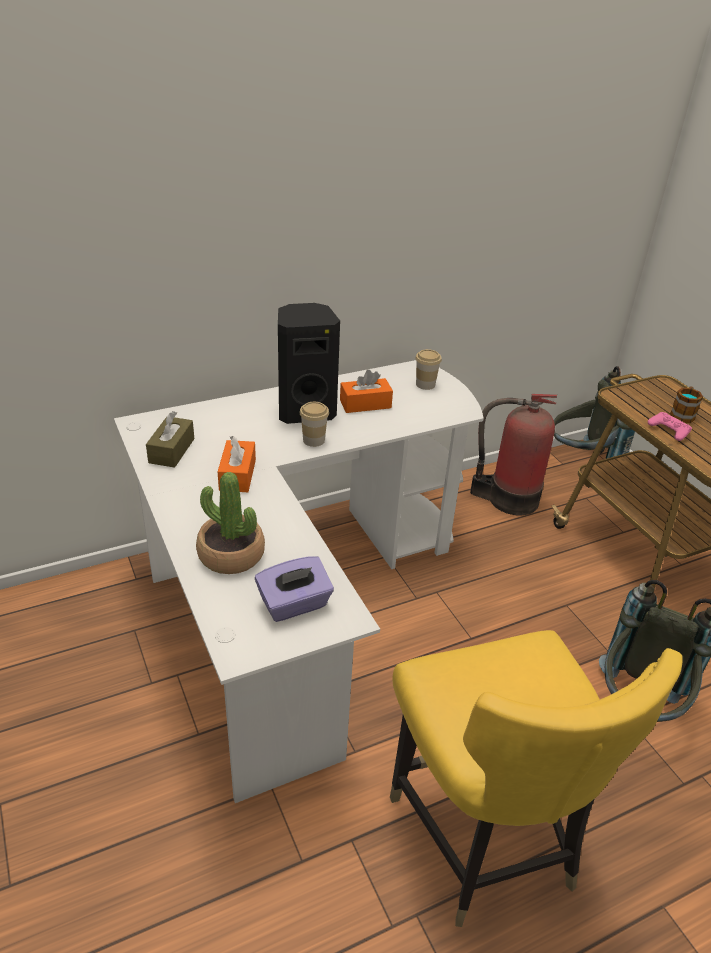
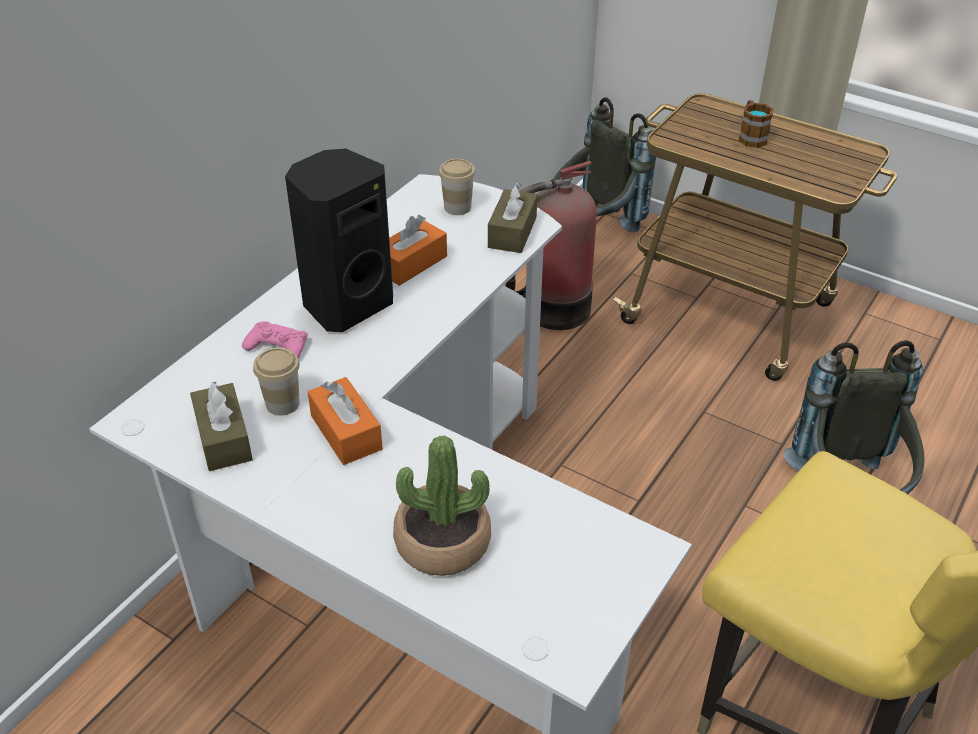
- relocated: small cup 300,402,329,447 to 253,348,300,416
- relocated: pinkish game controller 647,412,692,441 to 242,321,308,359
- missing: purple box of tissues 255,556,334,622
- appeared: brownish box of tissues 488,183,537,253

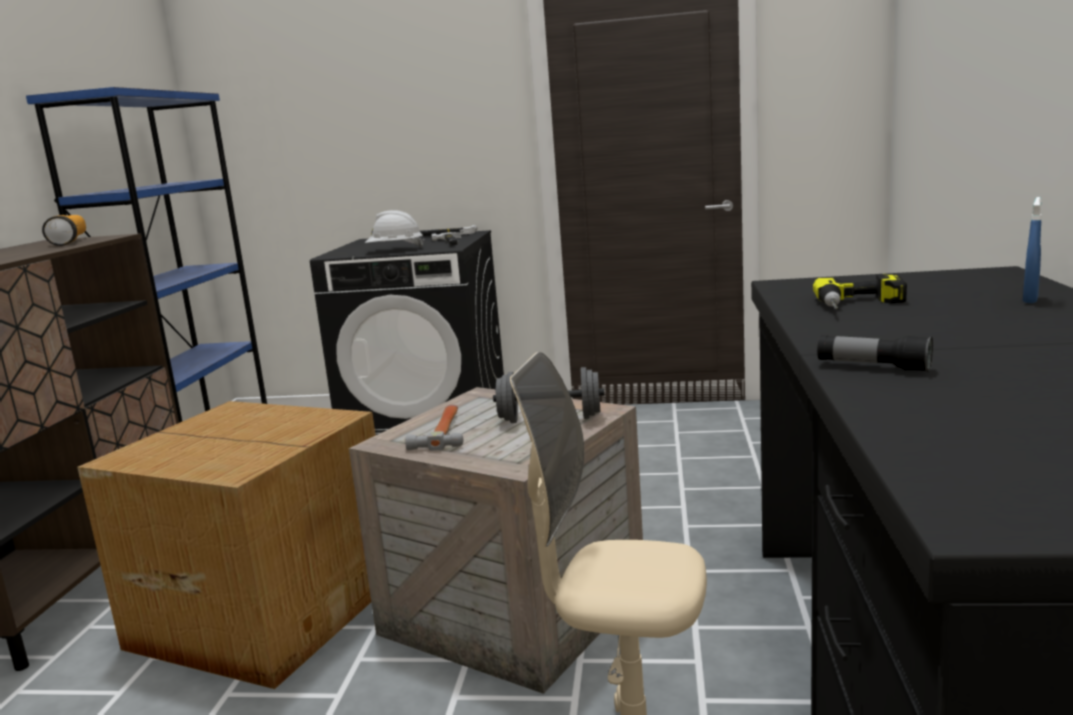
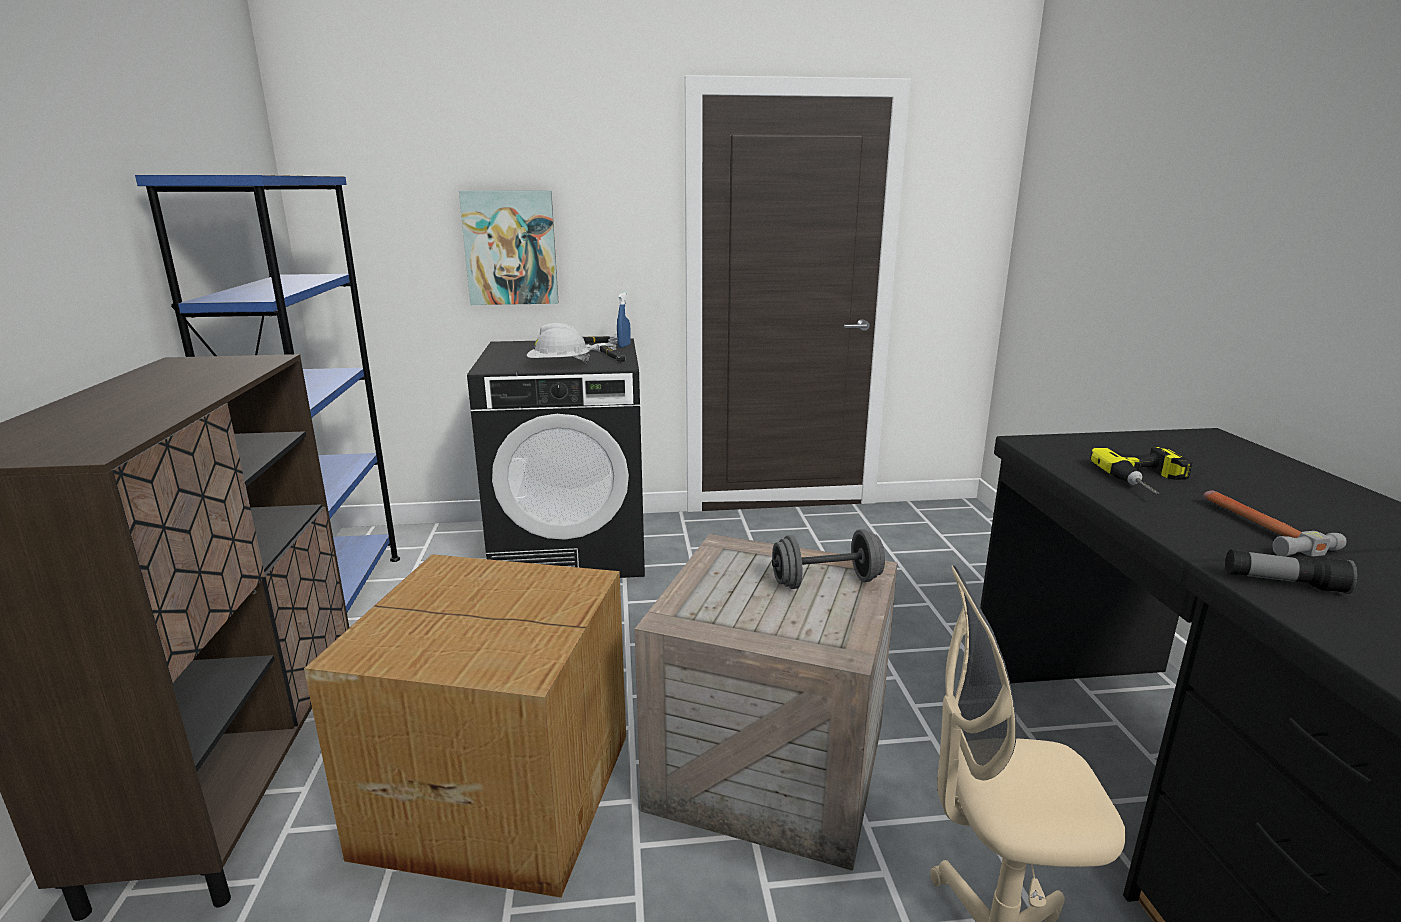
- relocated: blue-coloured spray bottle 1023,197,1042,303 to 617,292,631,348
- missing: flashlight 42,215,86,246
- relocated: hammer 405,405,464,451 to 1203,491,1347,556
- appeared: picture 459,191,558,305

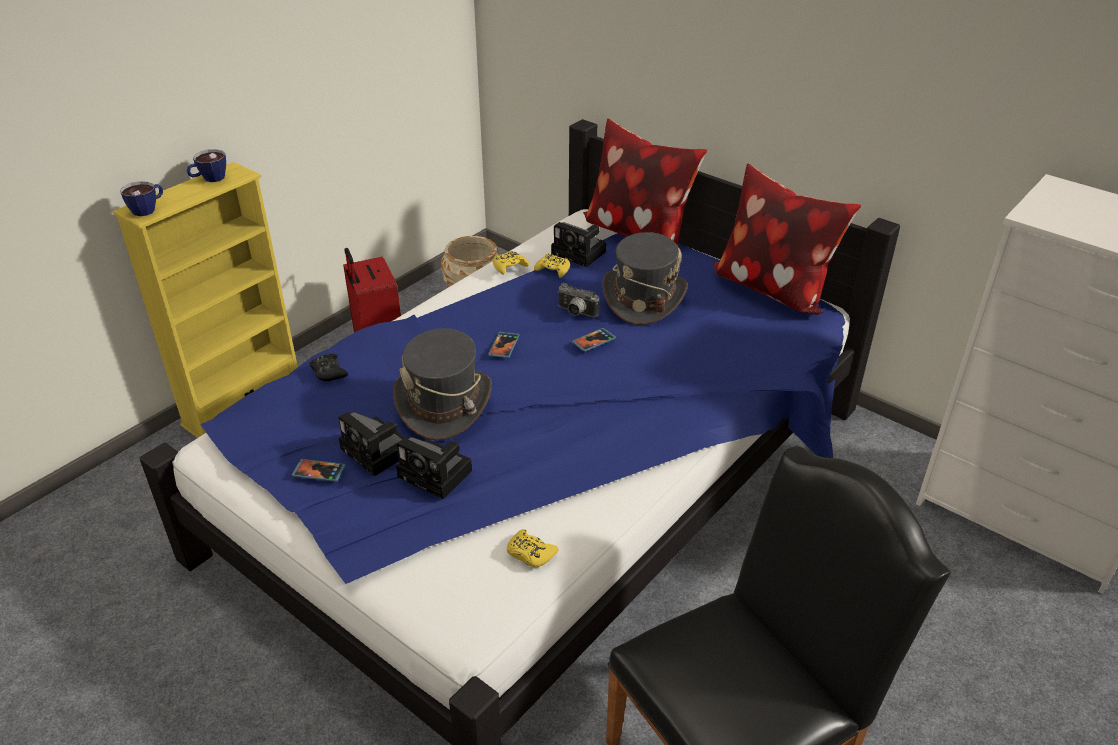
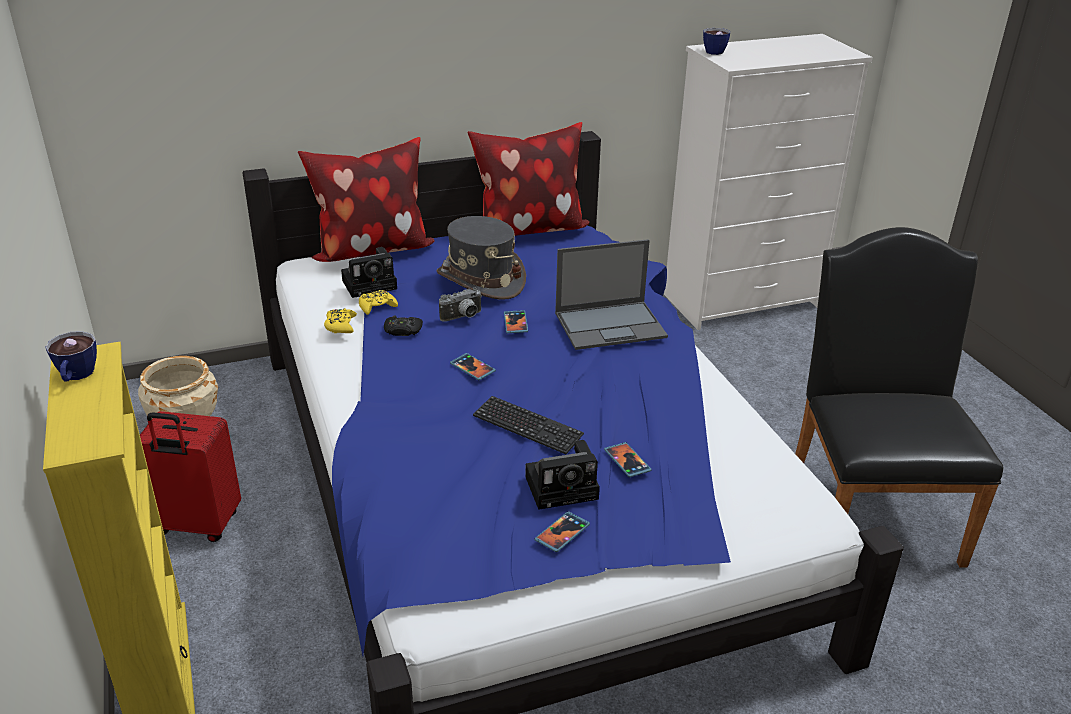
- relocated: small cup 120,181,163,216 to 703,28,730,55
- exchanged: grey hat 393,328,492,440 to PC keyboard 473,396,584,454
- relocated: black-coloured game controller 310,354,348,382 to 384,315,423,336
- exchanged: still camera 396,437,472,499 to phone 604,442,651,477
- missing: yellow-coloured game controller 507,529,559,567
- appeared: laptop 555,239,668,350

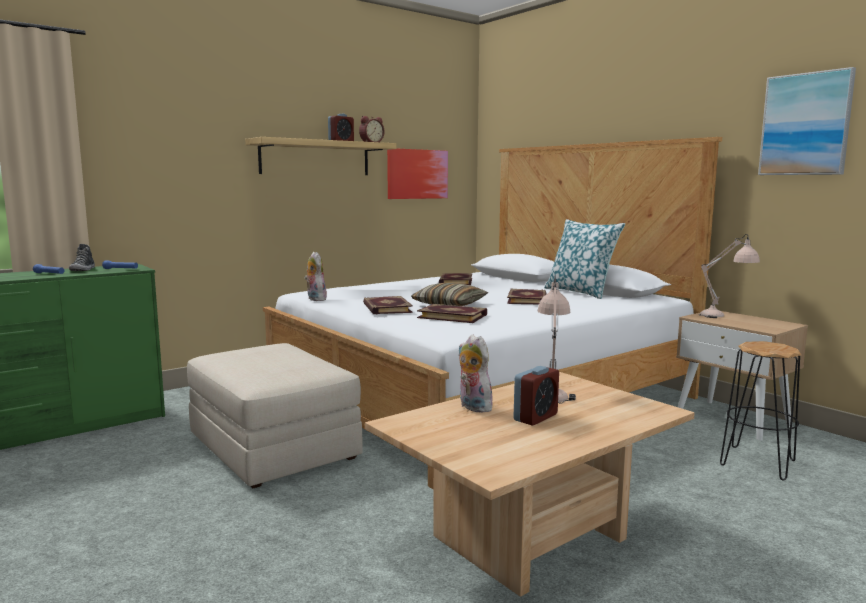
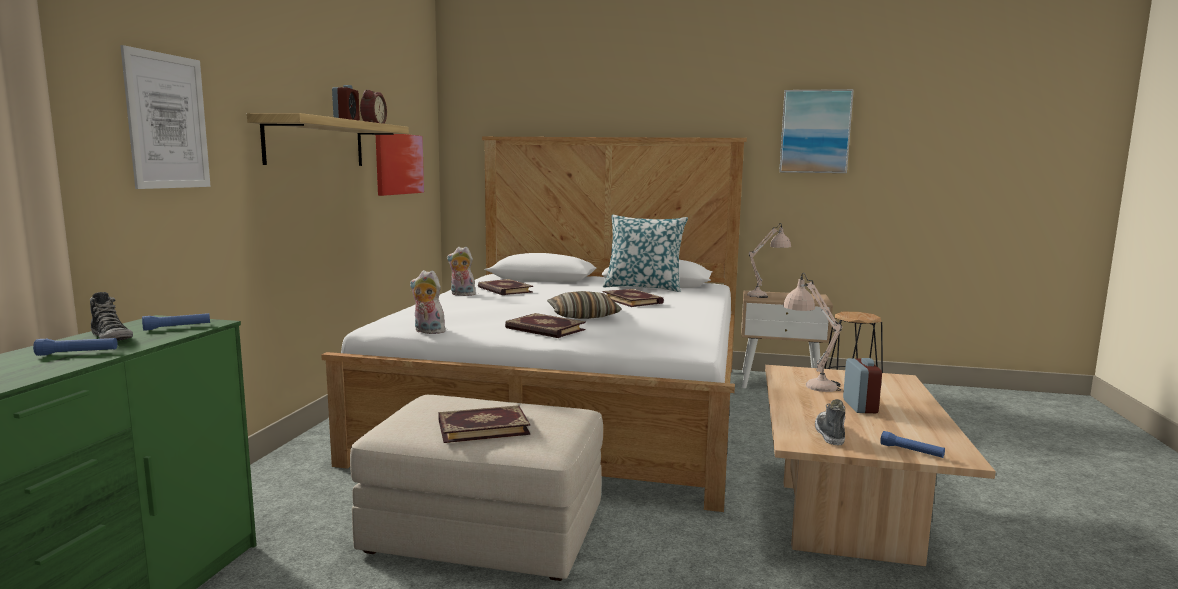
- relocated: volume 417,304,487,323 to 438,405,530,443
- relocated: soft toy 459,334,493,413 to 447,247,476,296
- appeared: picture 120,45,211,189
- appeared: low shoe 815,399,845,445
- appeared: blue-coloured flashlight 880,431,945,458

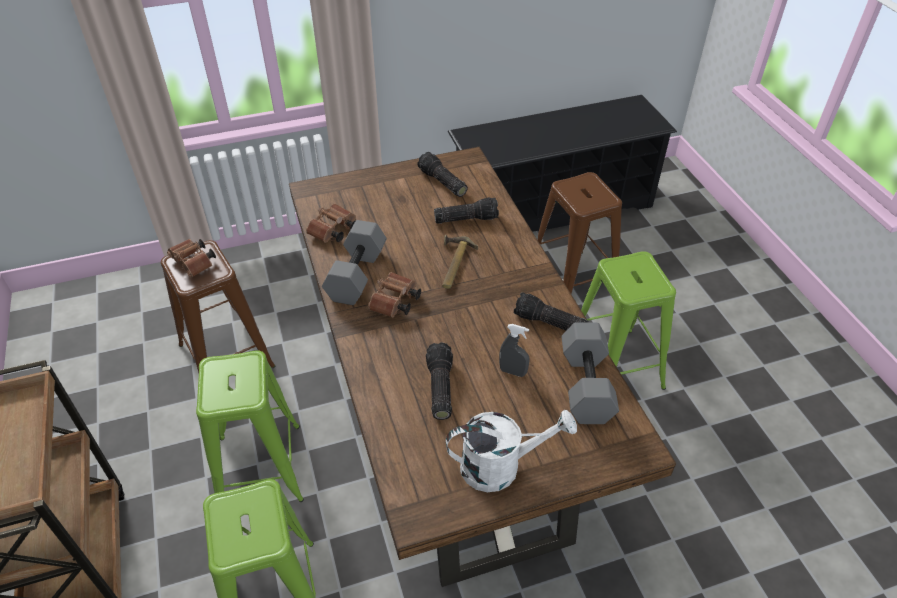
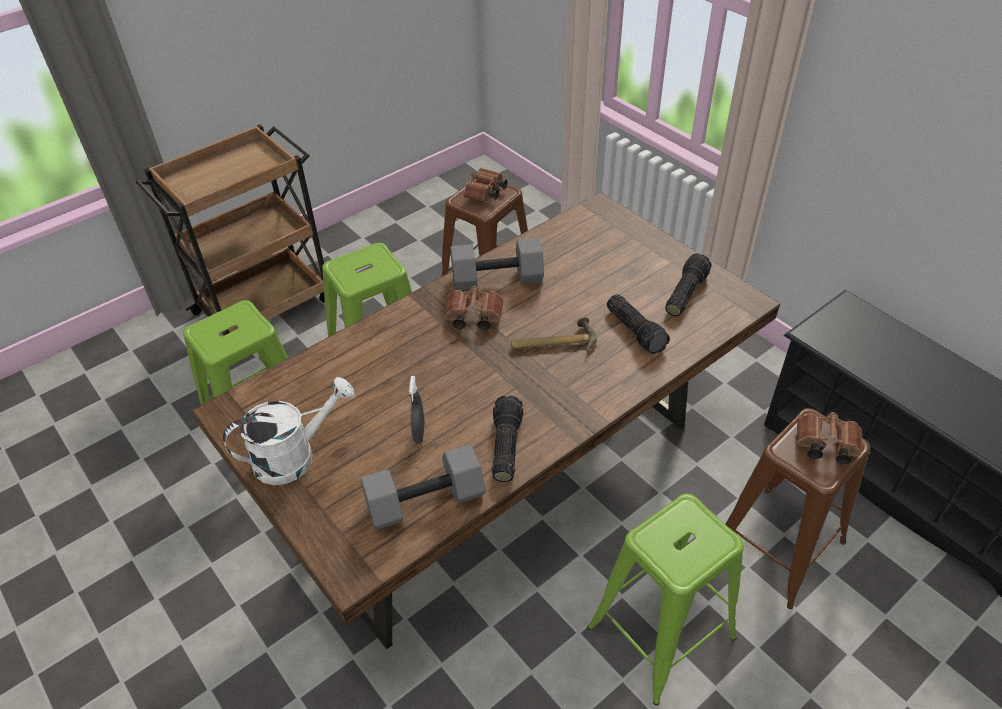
- relocated: brownish field glasses 306,204,356,243 to 797,412,862,465
- missing: flashlight 426,342,453,420
- spun: whitish sprinkling can 446,410,577,492 = 223,377,355,485 90 degrees counterclockwise

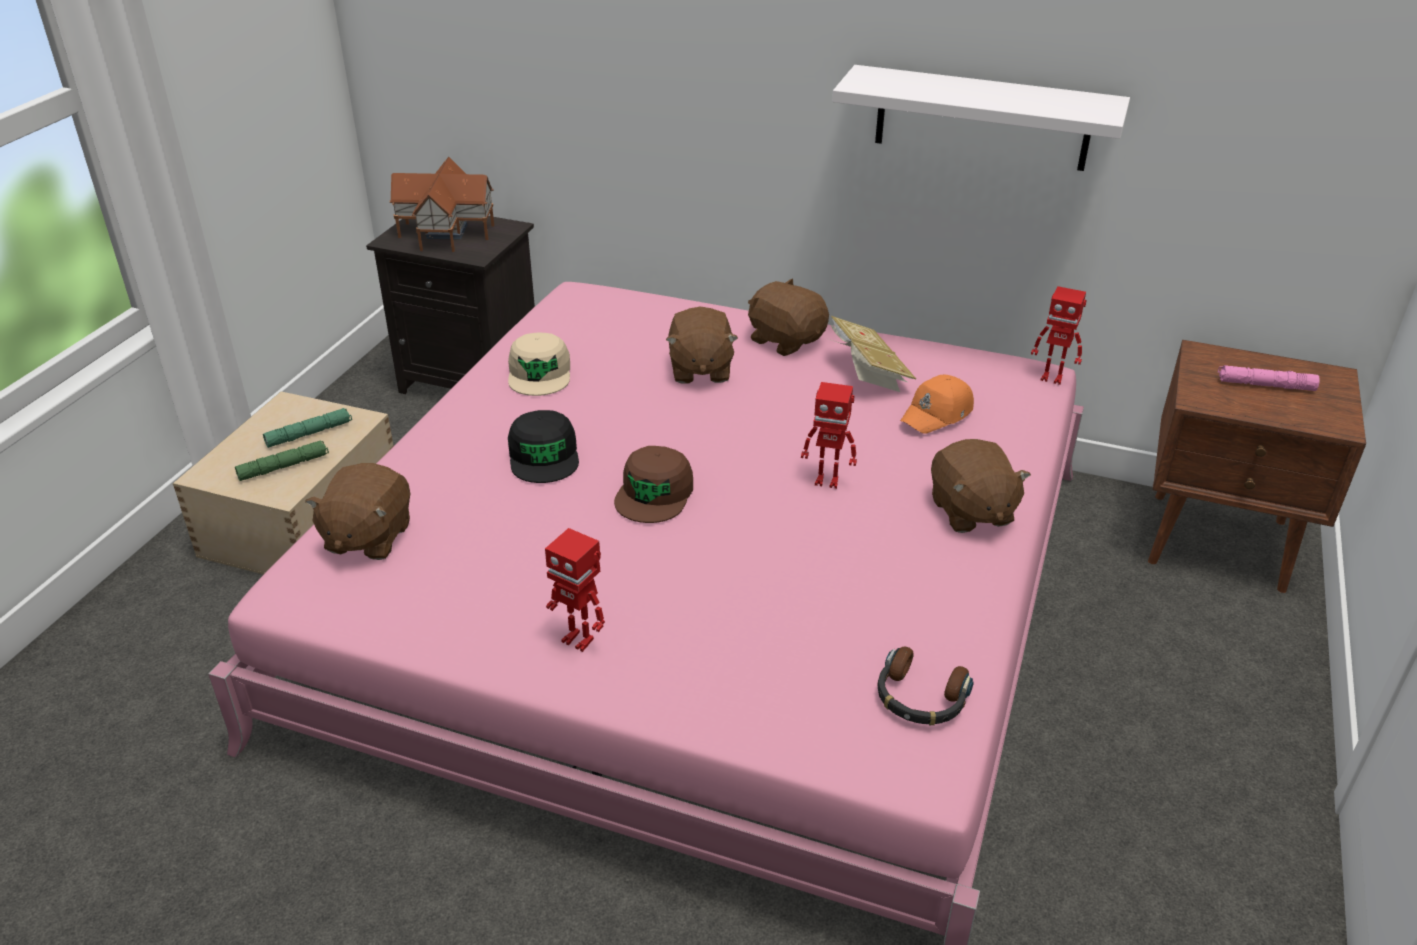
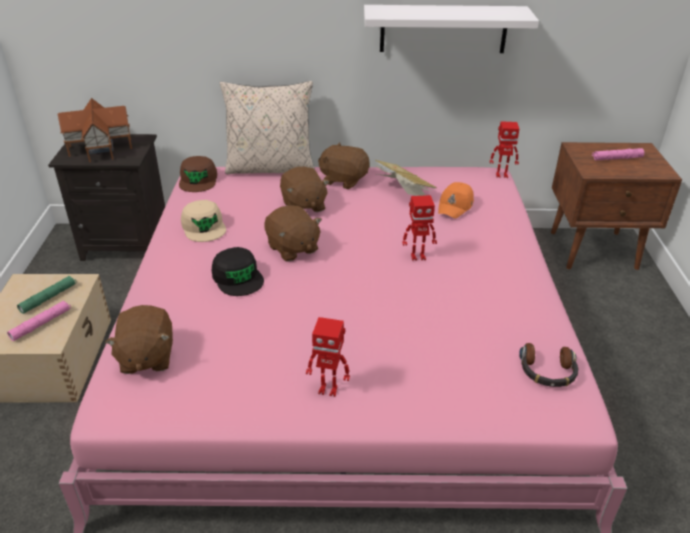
- relocated: brownish soft toy 931,439,1031,533 to 264,205,322,262
- colour: green flashlight 235,441,329,481 to pinkish flashlight 7,301,71,341
- relocated: brownish baseball cap 614,446,693,523 to 179,156,217,192
- appeared: beige-coloured throw pillow 220,81,315,174

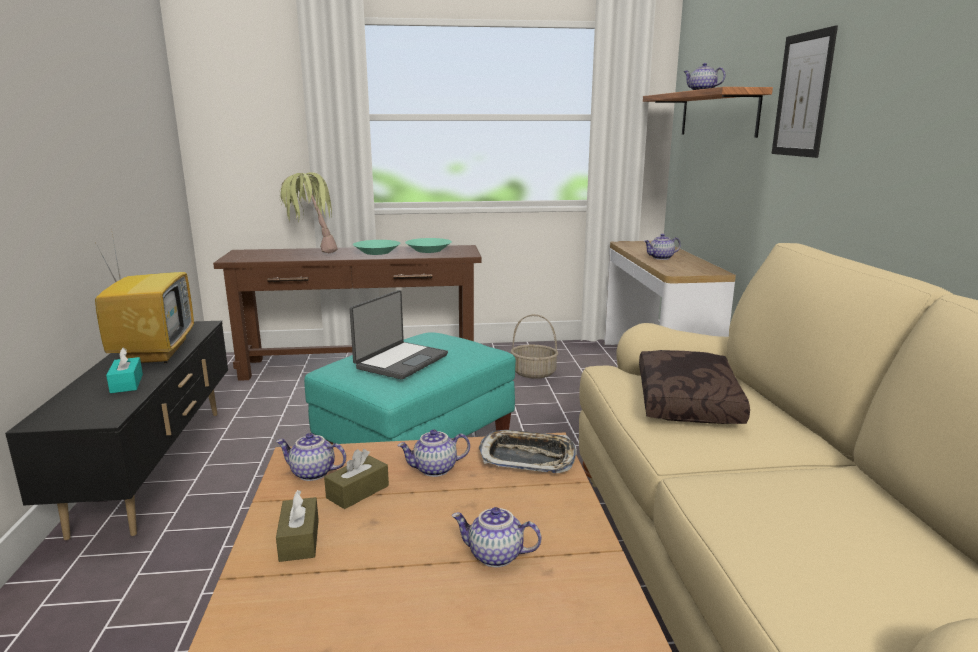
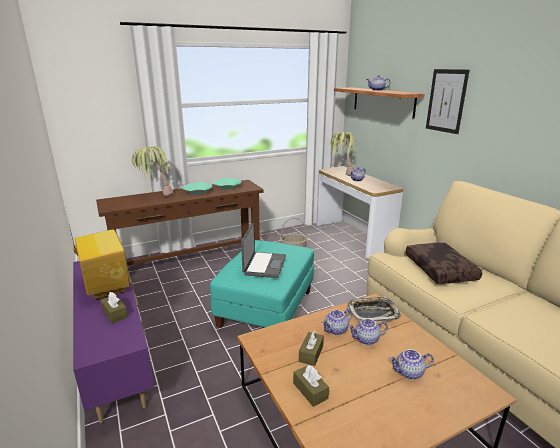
- colour: black-coloured media console 5,321,228,540 to purple media console 73,261,154,423
- colour: turquoise-coloured box of tissues 106,348,143,393 to brownish box of tissues 100,292,128,324
- relocated: tea pot 276,433,346,481 to 348,319,388,345
- appeared: houseplant 331,132,355,176

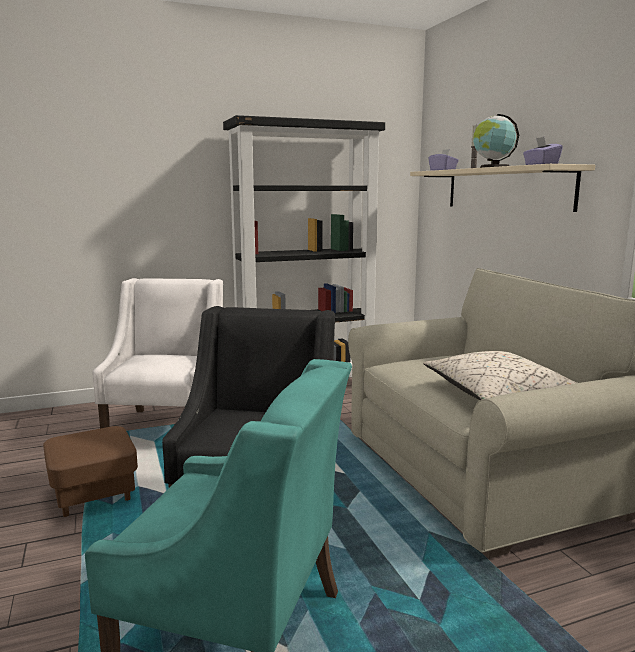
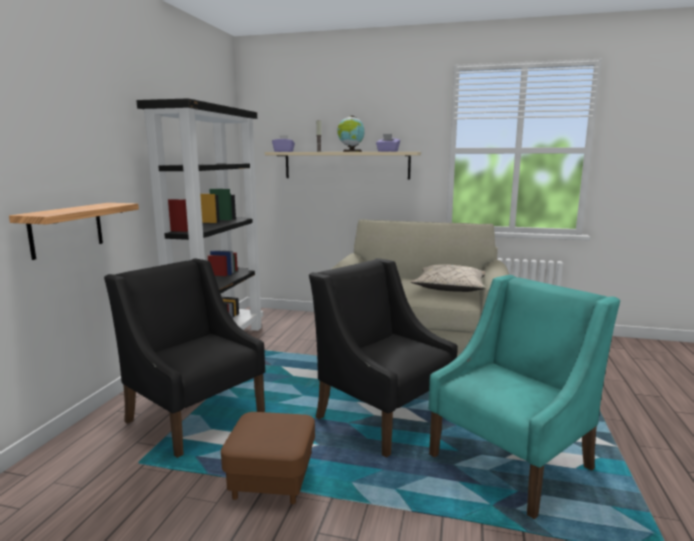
- colour: whitish armchair 92,278,223,429 to black-coloured armchair 104,259,265,458
- appeared: wall shelf 9,203,139,260

